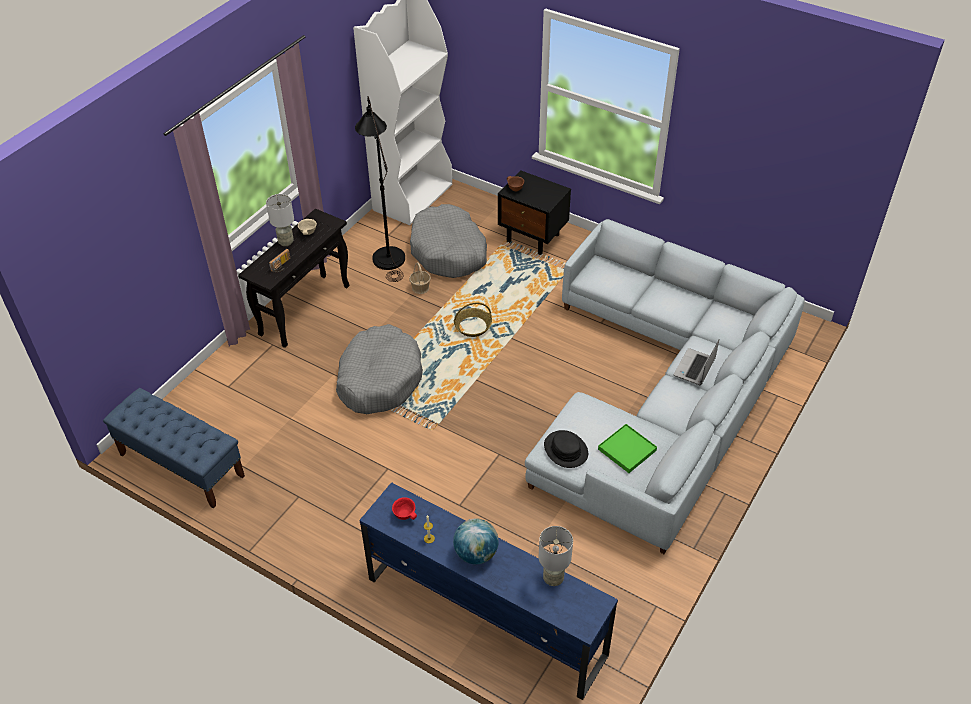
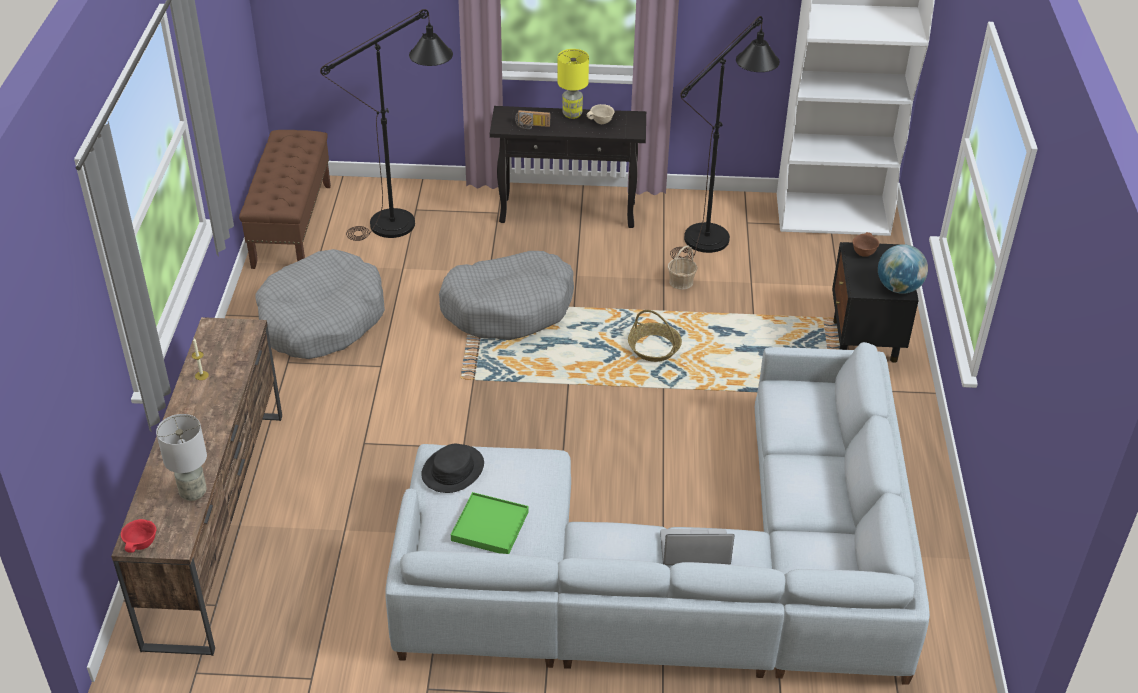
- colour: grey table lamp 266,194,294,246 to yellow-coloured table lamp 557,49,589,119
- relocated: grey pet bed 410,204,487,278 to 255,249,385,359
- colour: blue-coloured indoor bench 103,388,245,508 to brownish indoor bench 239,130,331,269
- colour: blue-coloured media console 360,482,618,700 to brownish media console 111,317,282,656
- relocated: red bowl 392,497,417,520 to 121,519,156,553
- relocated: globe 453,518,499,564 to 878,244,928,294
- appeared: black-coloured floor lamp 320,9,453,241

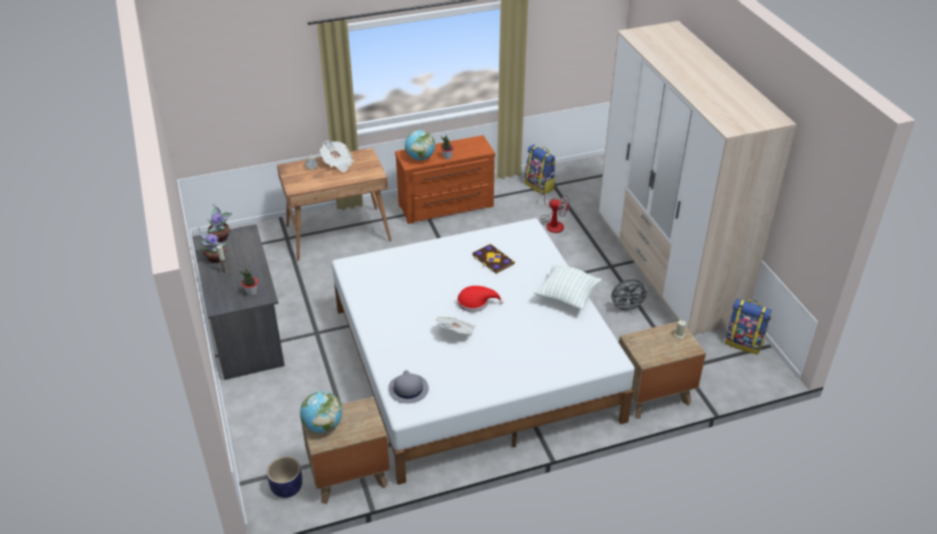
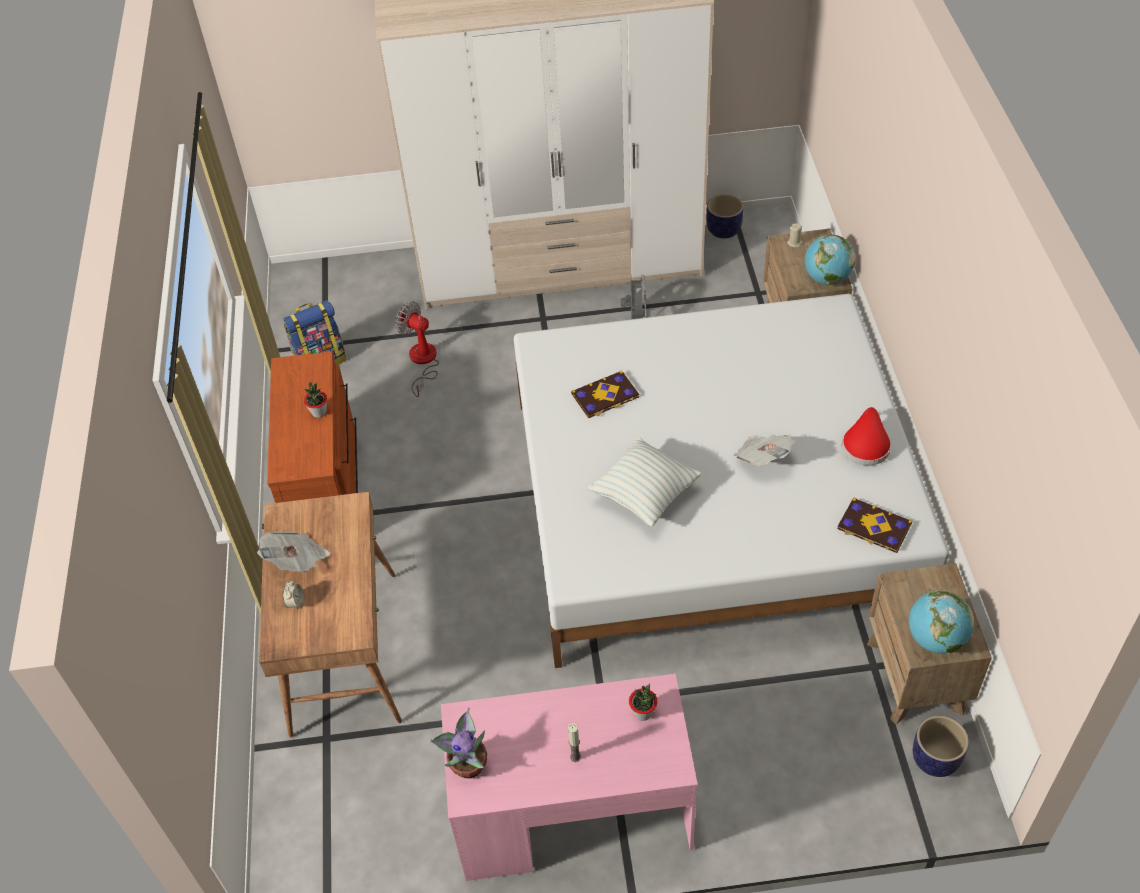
- relocated: globe 405,130,435,160 to 805,234,856,285
- spun: electric fan 540,189,570,233 = 395,302,439,397 90 degrees counterclockwise
- colour: grey desk 192,224,285,380 to pinkish desk 441,674,698,881
- missing: houseplant 198,228,228,263
- relocated: throw pillow 534,264,601,310 to 588,437,701,527
- relocated: red hat 457,286,503,312 to 842,407,891,466
- exchanged: rucksack 725,299,772,355 to flower pot 706,194,743,238
- exchanged: grey hat 388,370,429,404 to volume 837,498,913,553

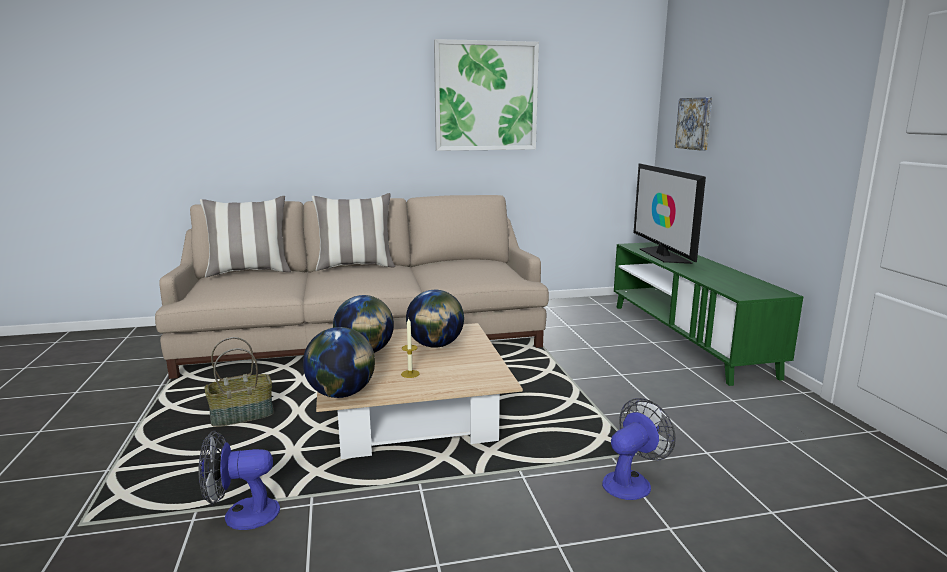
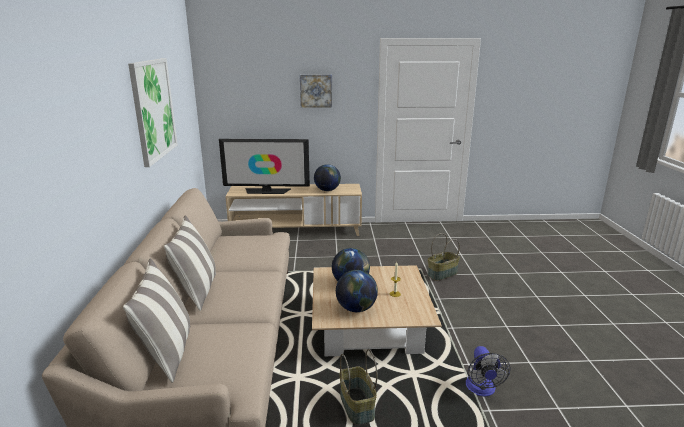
- relocated: picture 675,97,712,151 to 300,74,332,108
- colour: green media console 614,242,803,386 to beige-coloured media console 225,184,362,236
- relocated: globe 303,327,375,398 to 314,164,341,191
- exchanged: electric fan 602,398,676,500 to basket 427,233,460,281

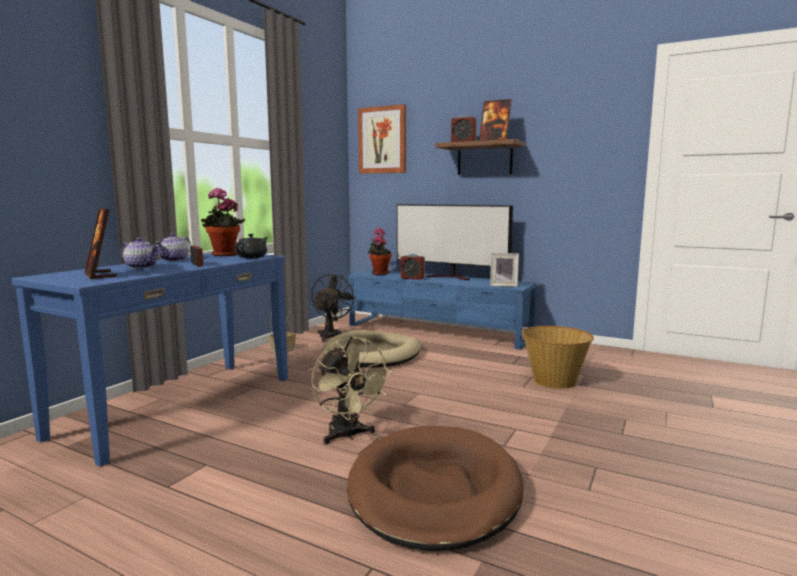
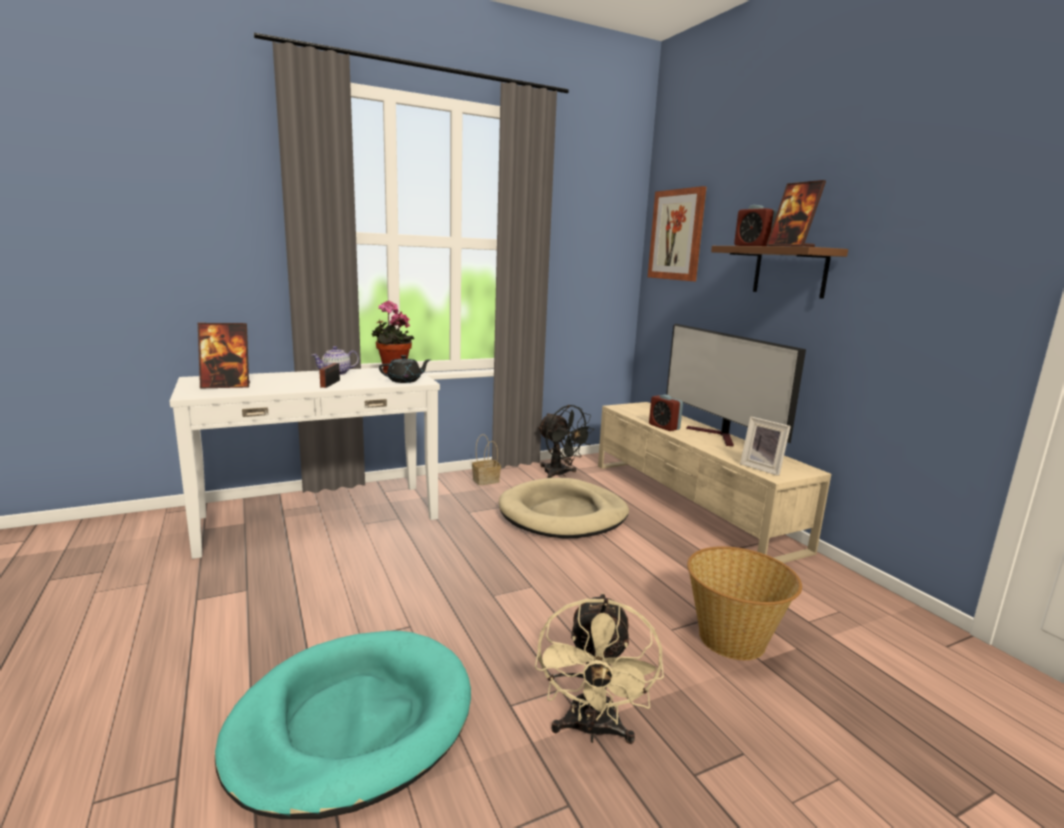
- spun: standing frame 84,208,117,279 = 198,323,250,388 105 degrees counterclockwise
- missing: houseplant 368,228,392,275
- missing: tea pot 120,237,159,269
- colour: blue-coloured hall table 12,253,288,467 to whitish hall table 169,368,440,559
- colour: blue-coloured media console 349,269,536,350 to beige-coloured media console 598,402,831,563
- spun: black-coloured electric fan 311,274,357,341 = 538,405,594,478 90 degrees clockwise
- relocated: beige-coloured electric fan 311,336,393,444 to 535,593,664,744
- colour: brownish pet bed 347,426,524,551 to turquoise-coloured pet bed 215,631,471,819

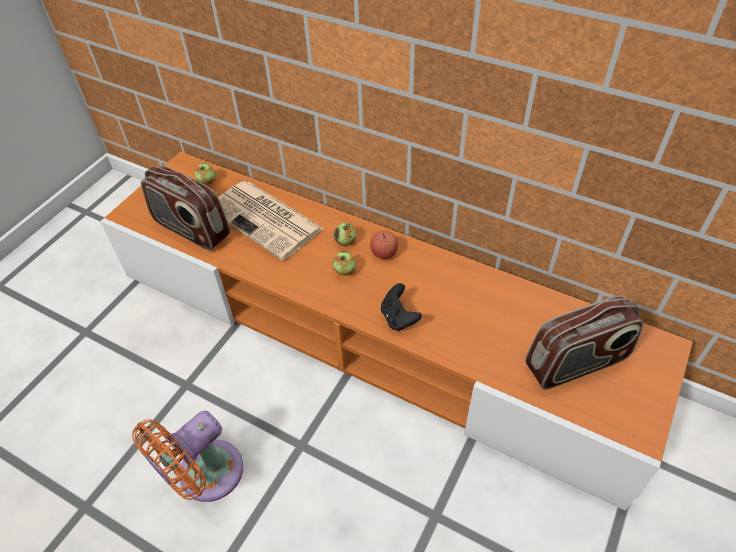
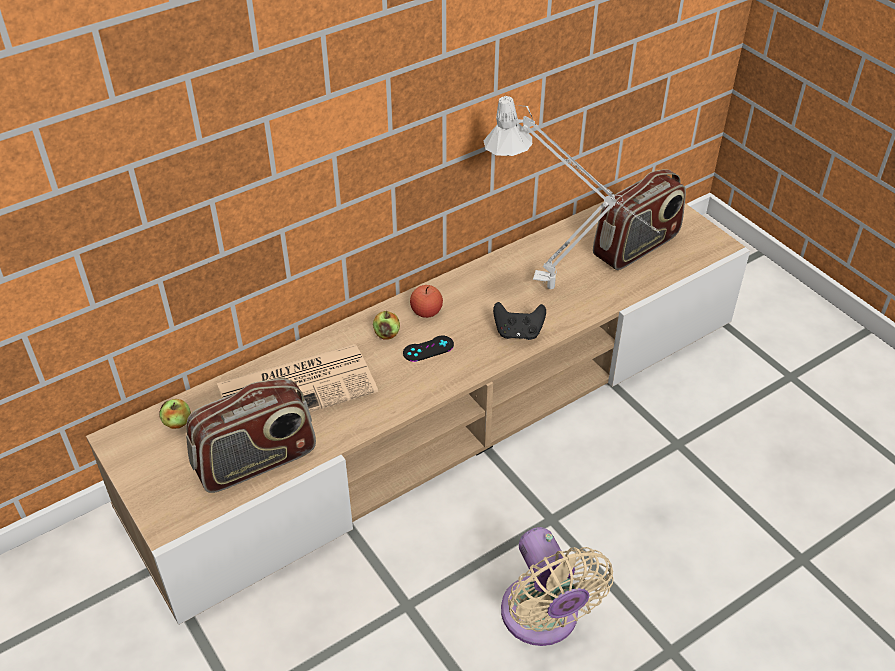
- colour: orange media console 100,152,693,511 to beige-coloured media console 86,201,750,625
- exchanged: apple fruit 333,251,356,275 to black-coloured game controller 403,336,454,362
- spun: radio set 525,296,644,389 = 593,169,686,270 45 degrees clockwise
- colour: orange electric fan 132,411,243,502 to beige-coloured electric fan 501,527,614,646
- appeared: grey table lamp 483,96,659,289

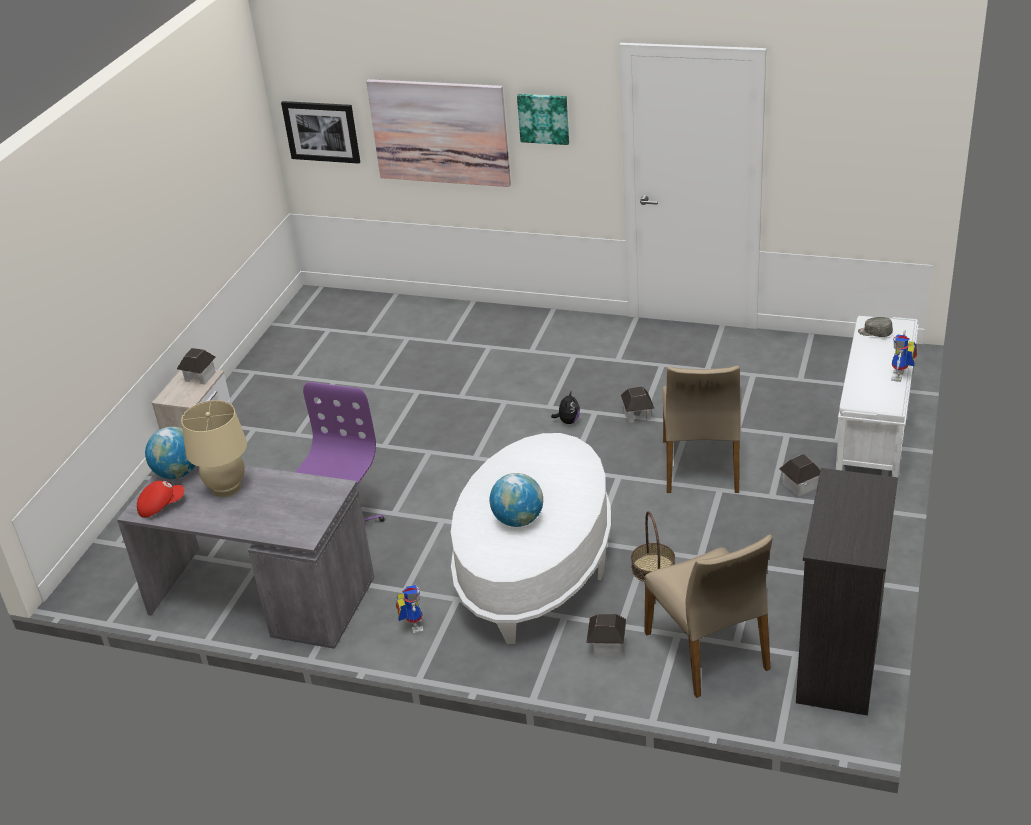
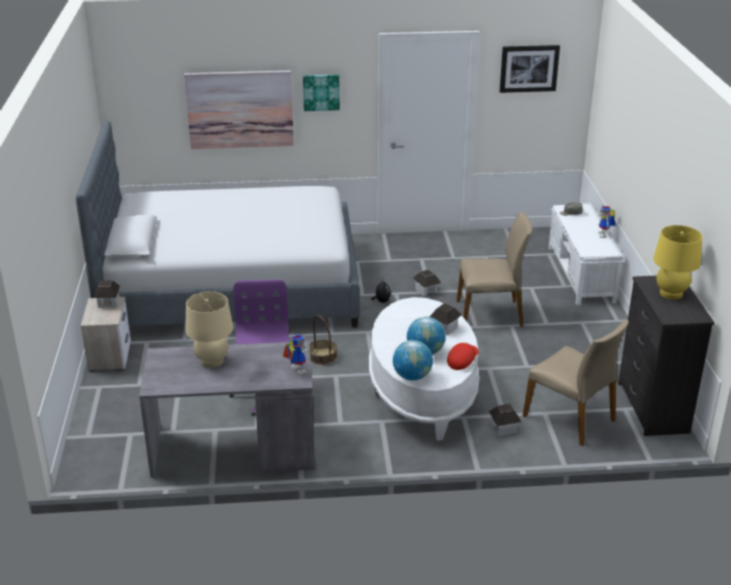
- relocated: picture 281,101,360,164 to 500,45,560,93
- spun: beige-coloured plain chair 662,365,741,493 = 457,212,532,327 75 degrees counterclockwise
- relocated: globe 145,427,196,479 to 393,340,433,380
- relocated: miniature house 779,454,821,496 to 429,303,462,335
- relocated: red baseball cap 137,481,184,518 to 447,342,479,370
- relocated: basket 631,511,675,582 to 310,315,337,365
- relocated: model robot 396,585,423,634 to 283,334,308,375
- appeared: bedroom bed 76,120,360,328
- appeared: yellow-coloured table lamp 653,225,702,299

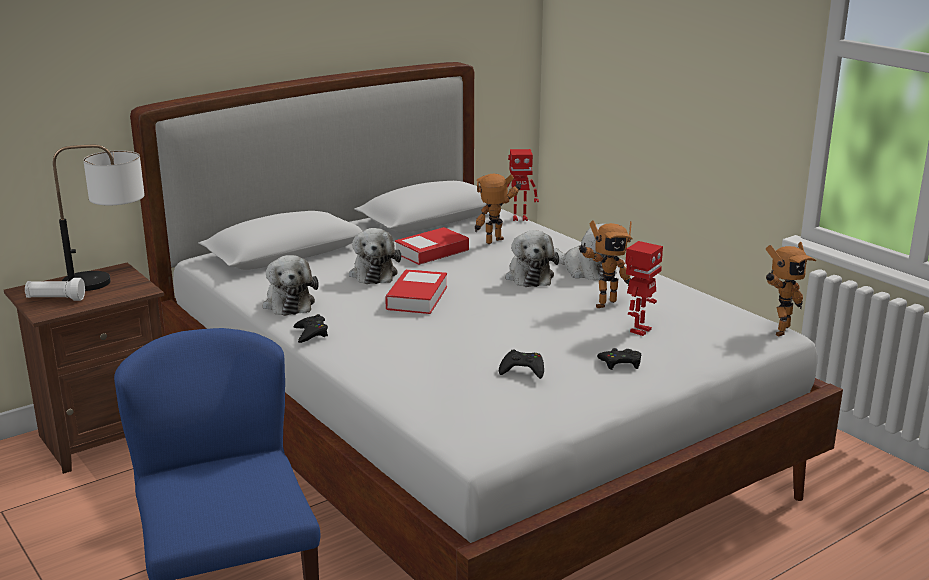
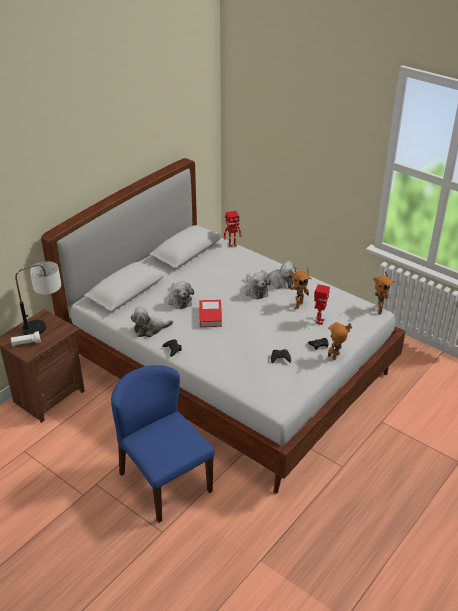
- relocated: model robot 475,174,521,244 to 328,322,353,360
- missing: volume 395,227,469,265
- spun: soft toy 263,255,319,316 = 131,307,173,337 105 degrees clockwise

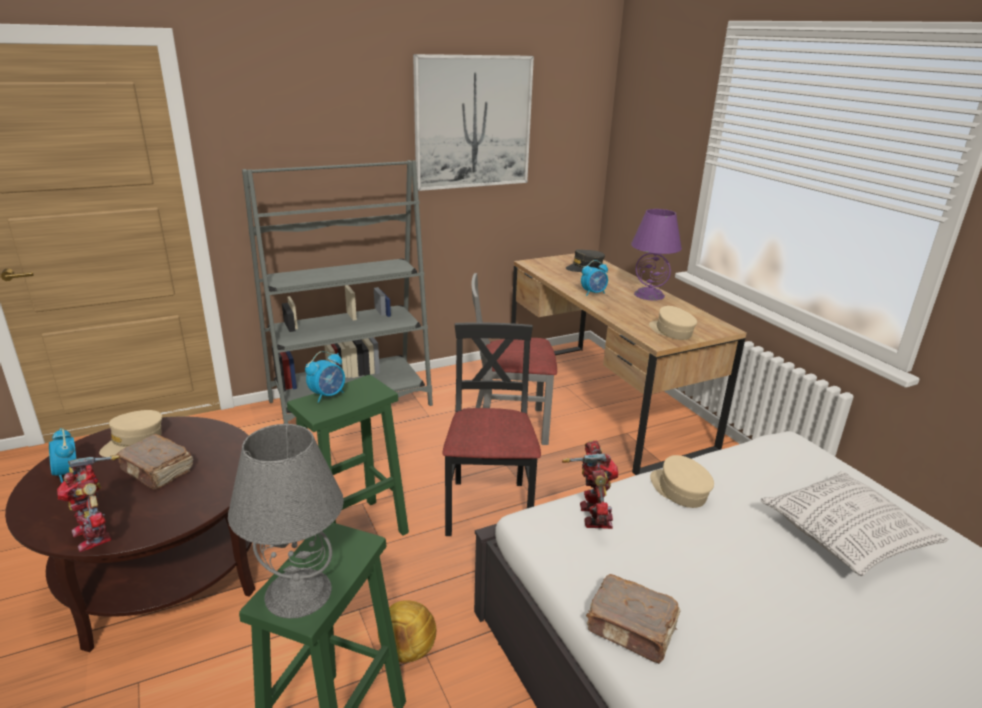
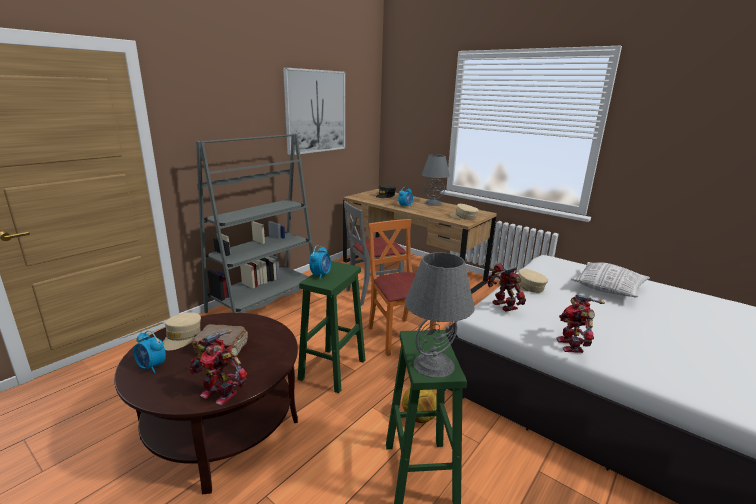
- colour: purple table lamp 631,209,682,301 to grey table lamp 422,154,450,206
- colour: black-coloured plain chair 443,322,541,536 to orange plain chair 368,219,436,356
- exchanged: brownish volume 586,574,680,664 to model robot 556,294,605,353

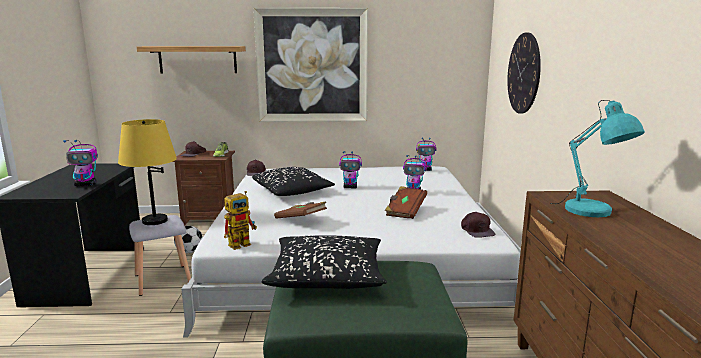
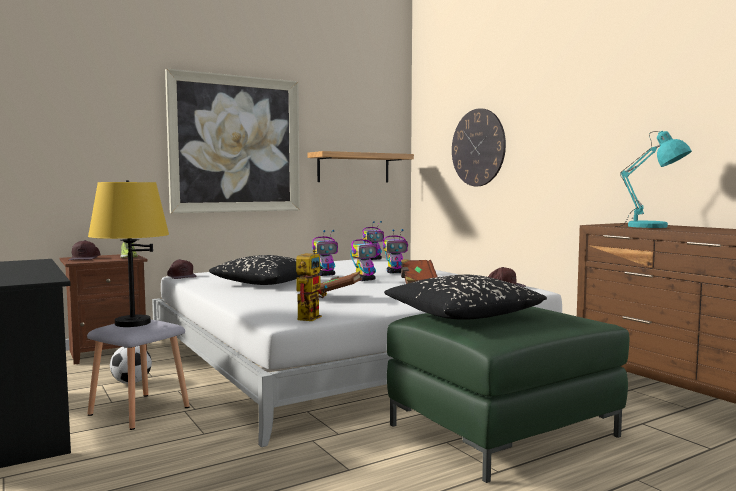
- relocated: wall shelf 137,46,246,73 to 307,151,414,183
- relocated: model robot 63,140,98,186 to 350,232,378,281

